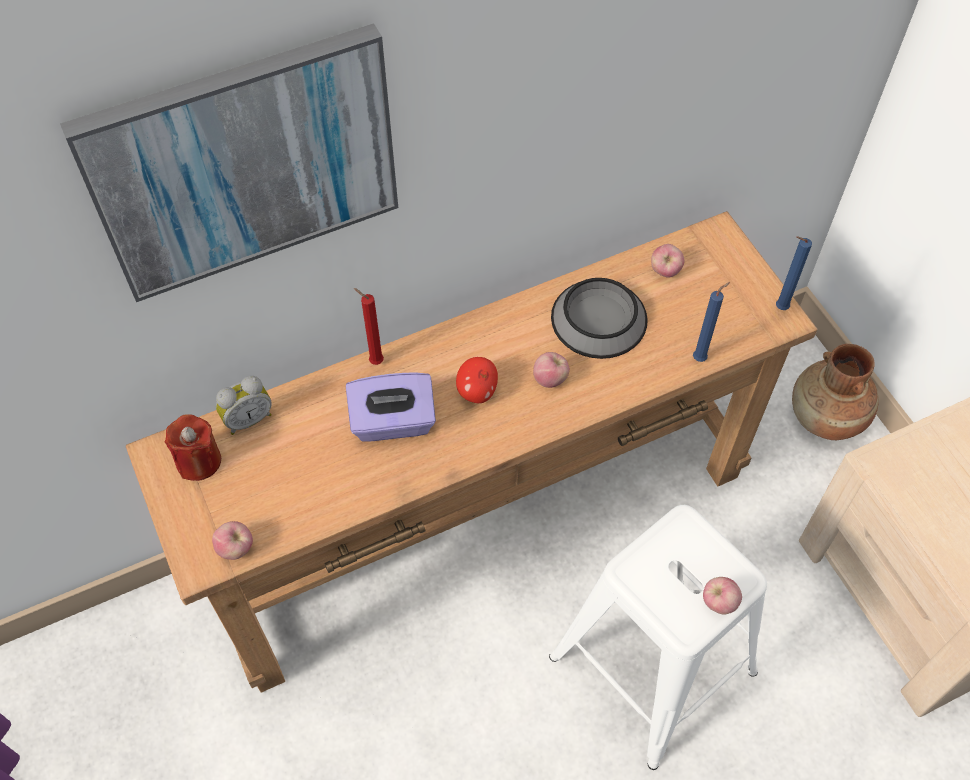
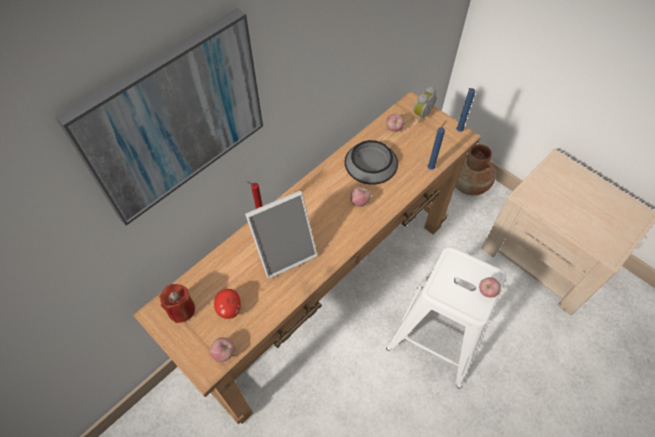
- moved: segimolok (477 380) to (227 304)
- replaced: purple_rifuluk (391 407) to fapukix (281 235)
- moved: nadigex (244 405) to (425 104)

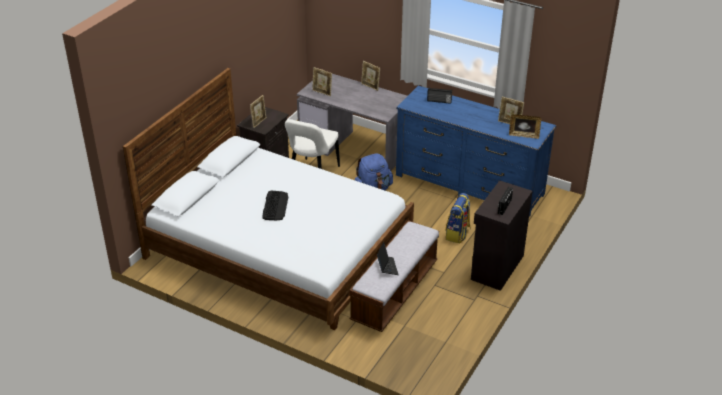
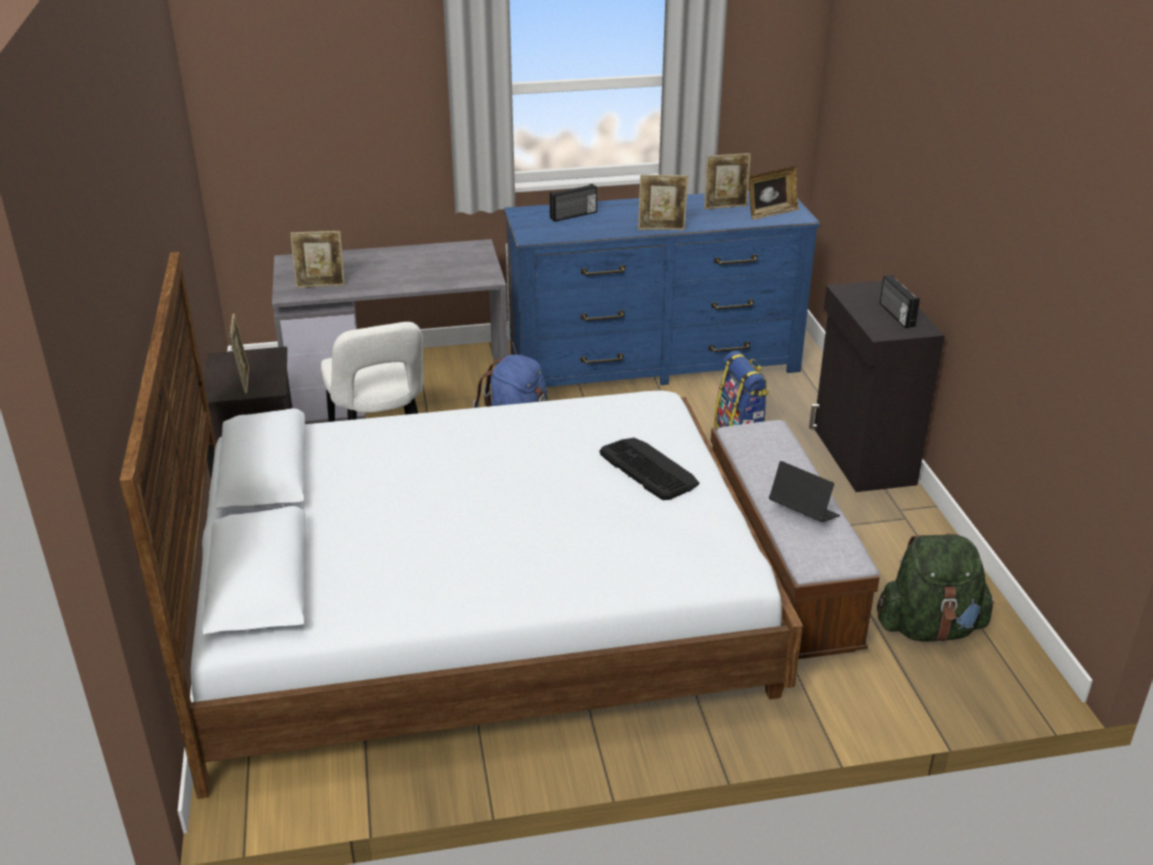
- moved: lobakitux (275 206) to (649 469)
- moved: fapukix (370 76) to (663 202)
- added: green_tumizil (935 588)

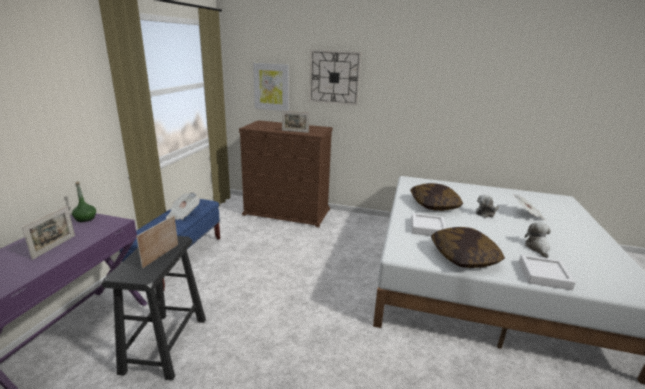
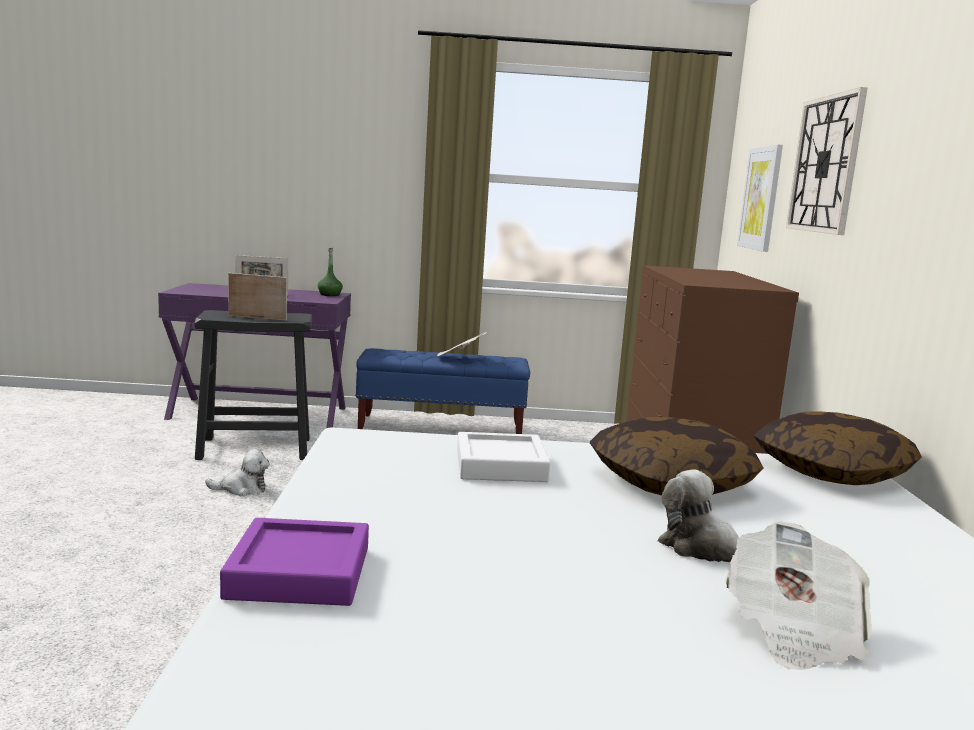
- moved: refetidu (538 240) to (237 472)
- recoloured: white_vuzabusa (547 272) to purple_vuzabusa (294 562)
- moved: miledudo (468 247) to (838 448)
- removed: fapukix (295 122)

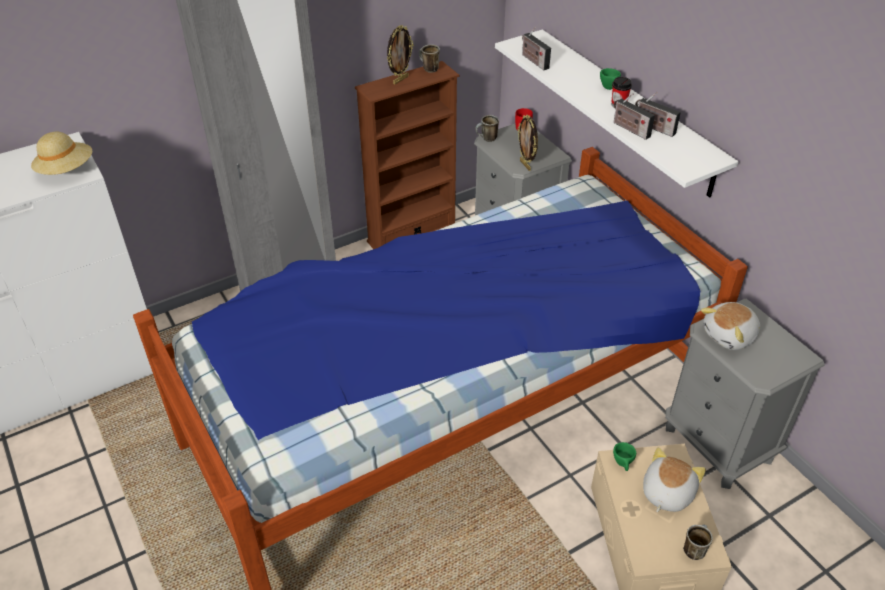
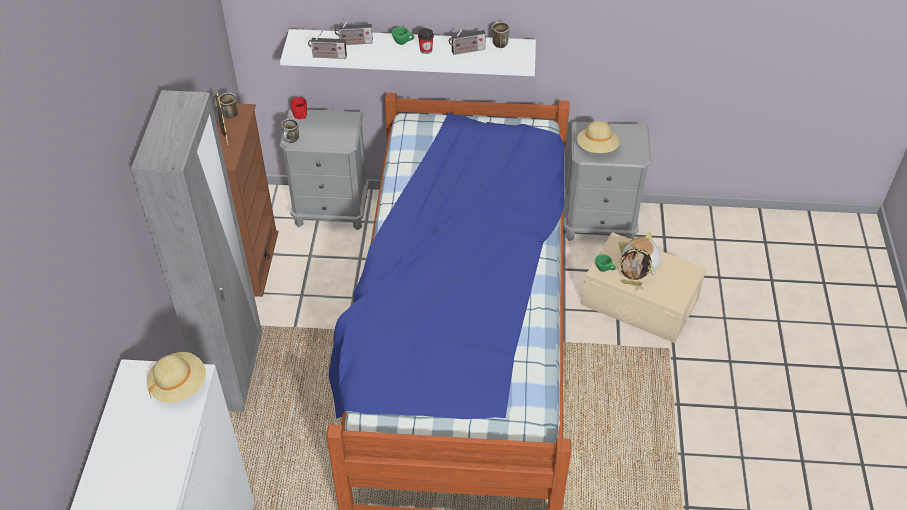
- moved: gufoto (634 116) to (354 31)
- moved: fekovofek (698 542) to (501 35)
- replaced: refetidu (731 326) to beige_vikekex (598 137)
- moved: fapukix (528 143) to (636 267)

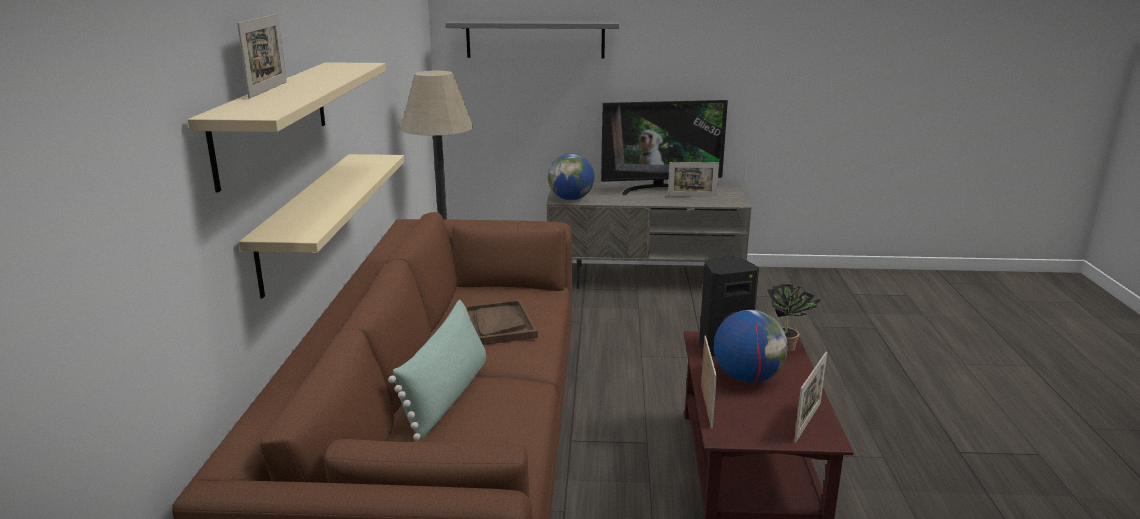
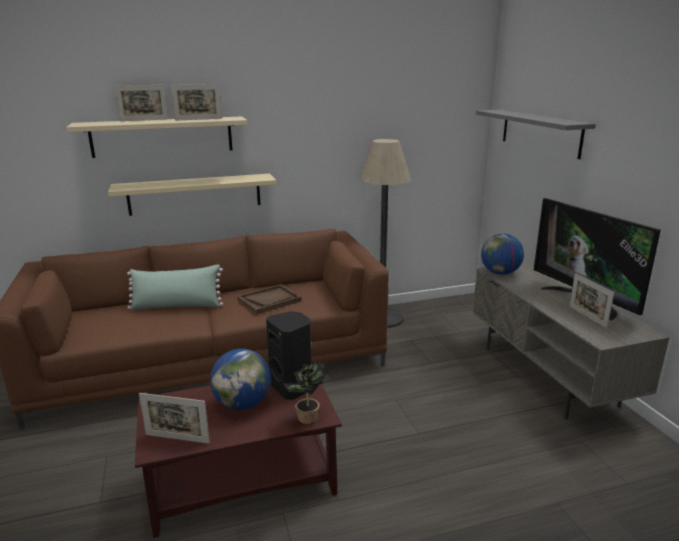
- moved: fapukix (709 382) to (196 102)

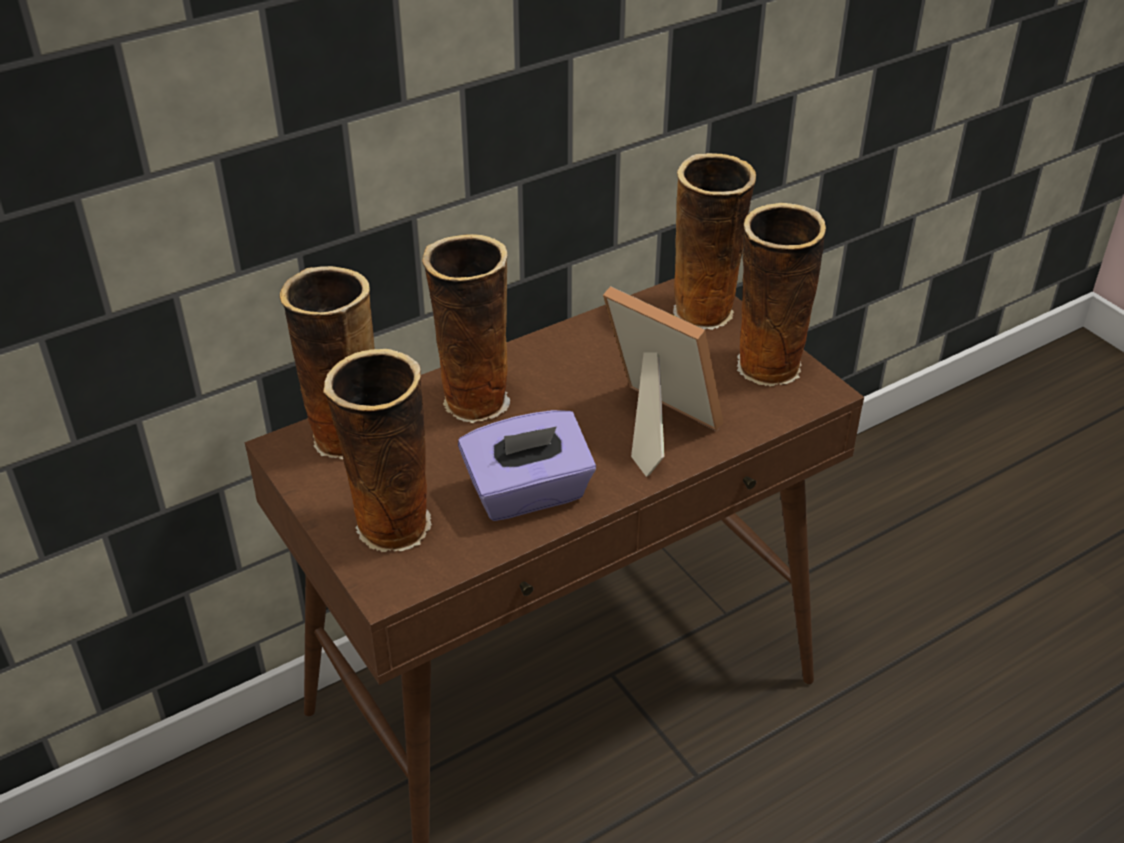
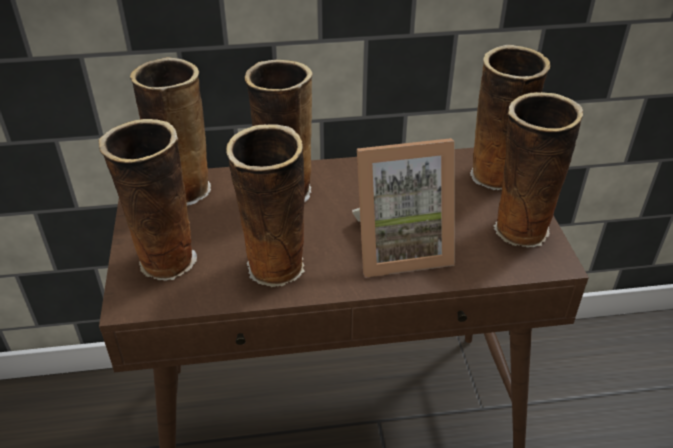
- replaced: purple_rifuluk (527 465) to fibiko (265 205)
- turned: fapukix (663 381) = (403 208) 105 degrees clockwise

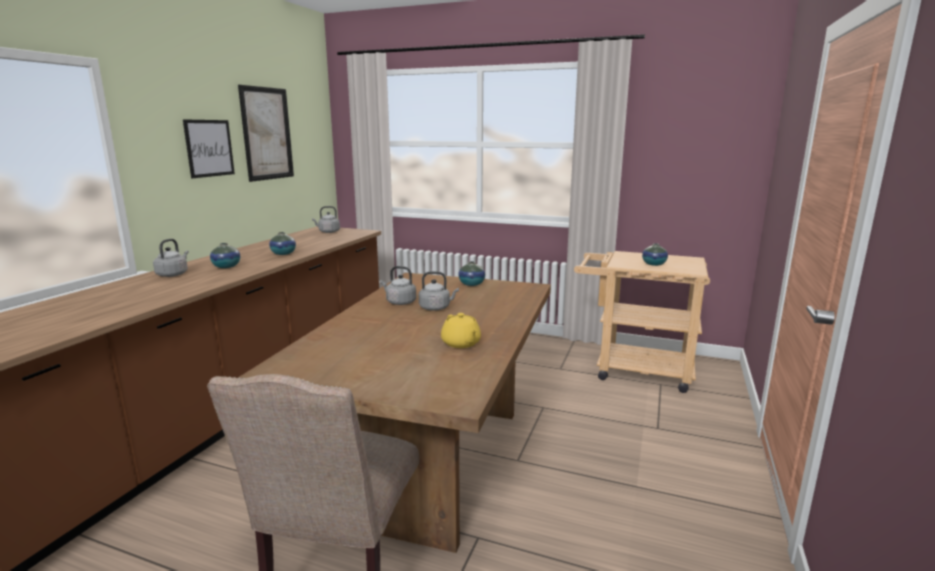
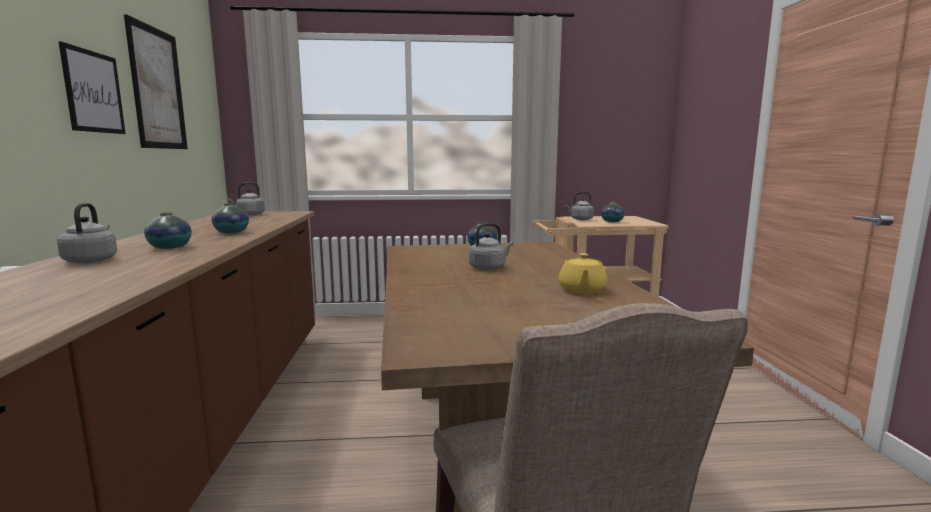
- turned: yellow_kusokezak (461 330) = (582 273) 60 degrees clockwise
- moved: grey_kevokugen (398 285) to (579 206)

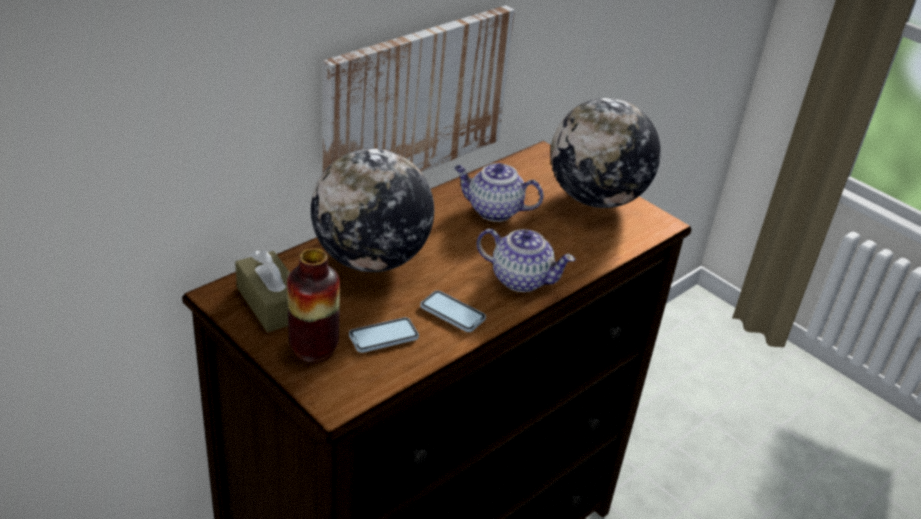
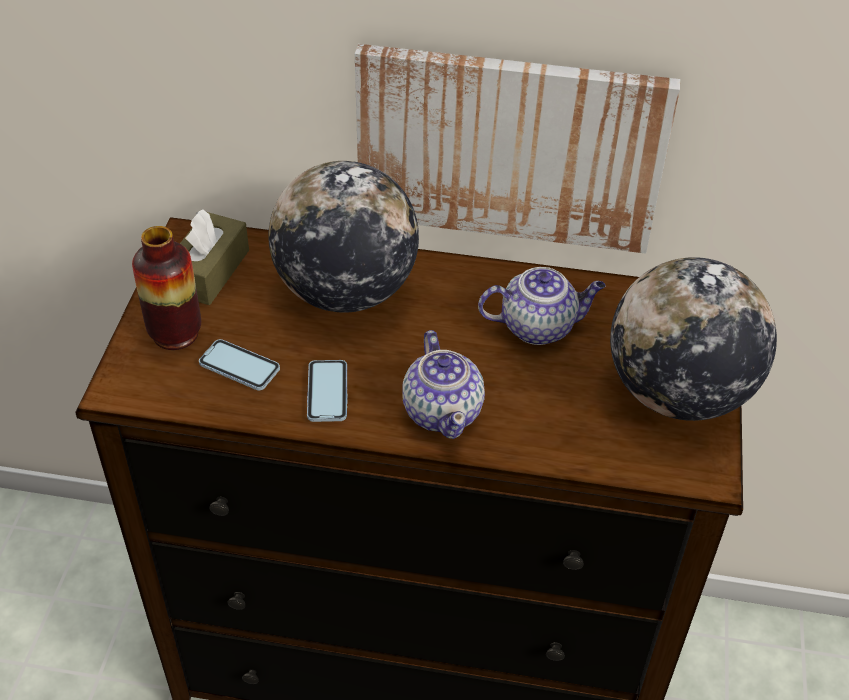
- turned: kusokezak (499 192) = (542 306) 105 degrees clockwise

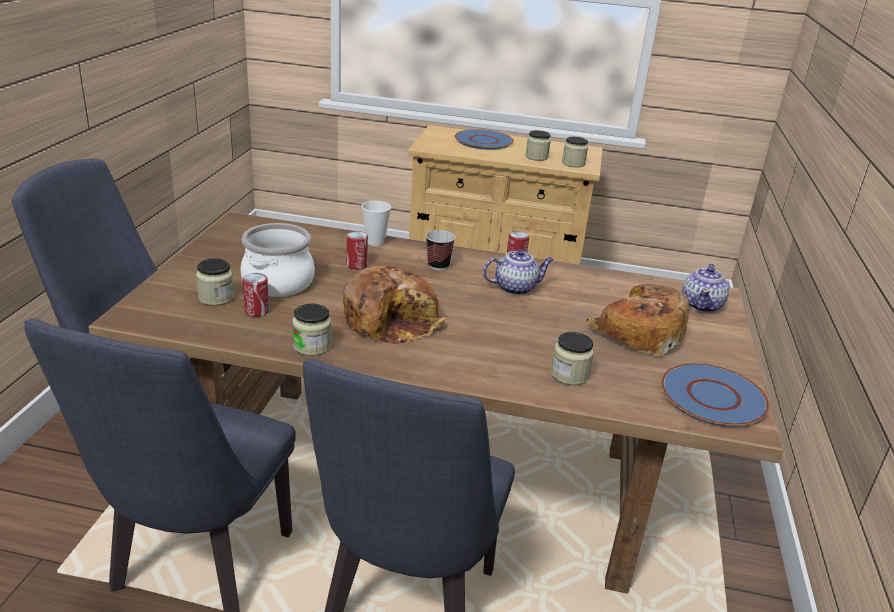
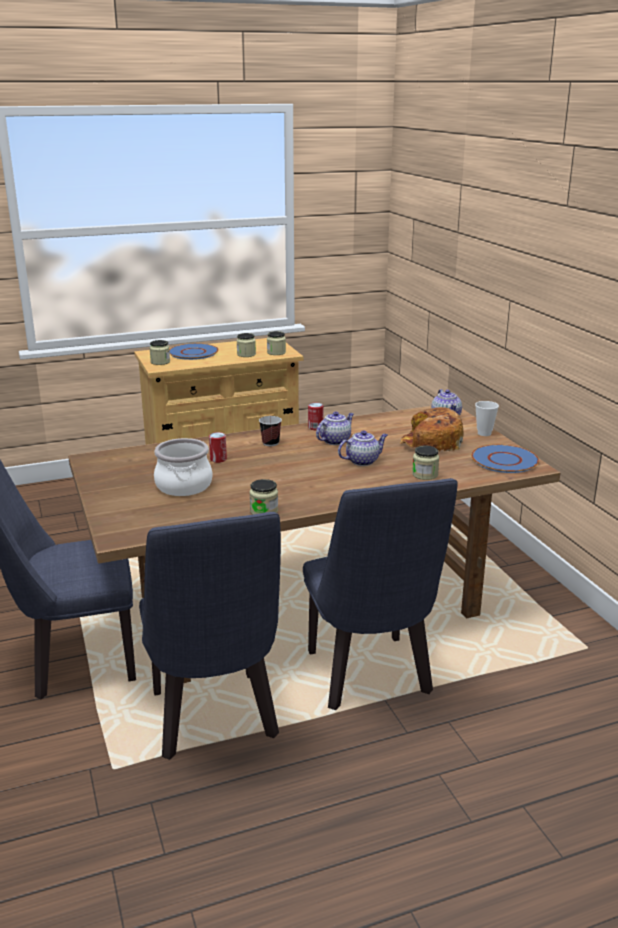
- moved: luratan (215 282) to (160 352)
- added: kusokezak (362 448)
- moved: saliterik (376 223) to (487 418)
- removed: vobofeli (256 295)
- removed: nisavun (394 305)

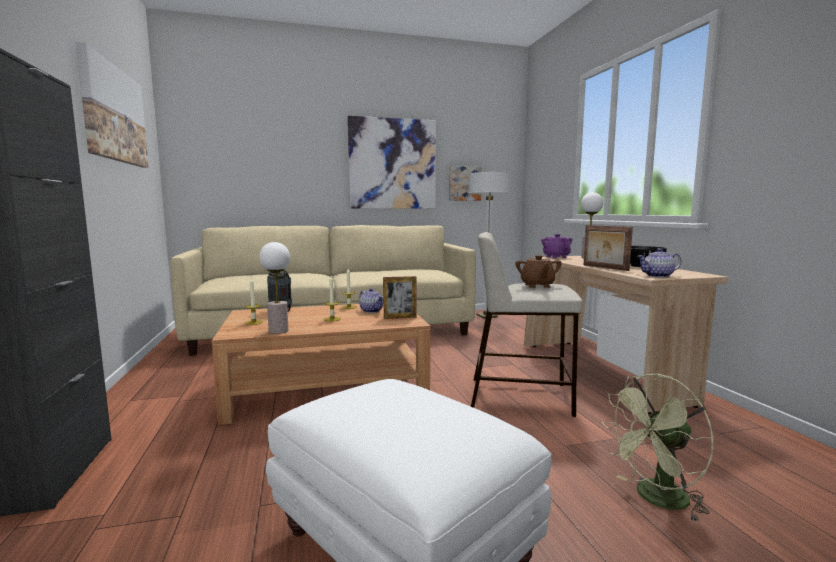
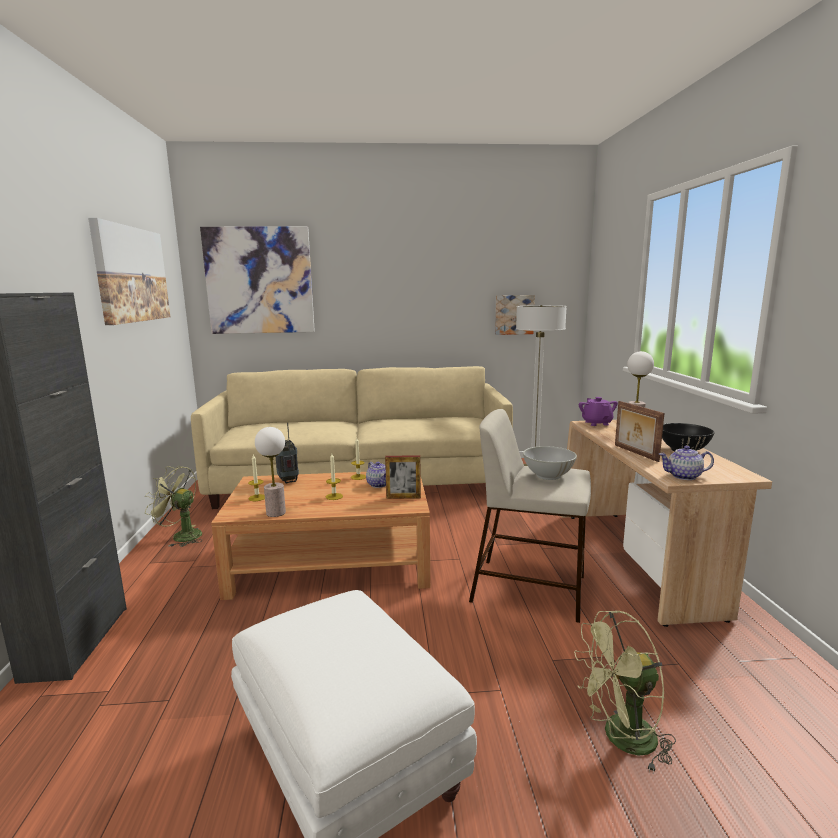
- added: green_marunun (173 506)
- moved: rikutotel (392 162) to (257 280)
- replaced: brown_kusokezak (538 271) to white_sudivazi (550 463)

